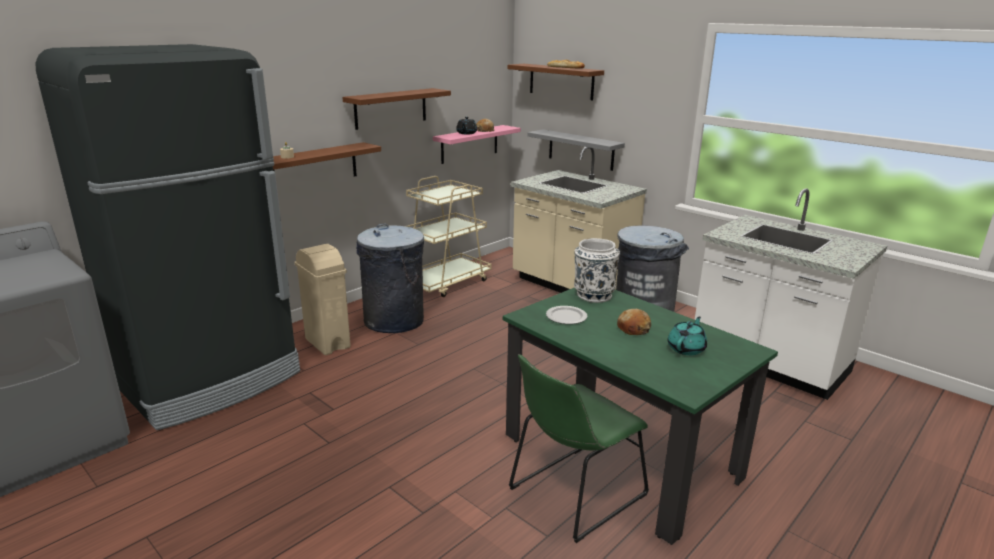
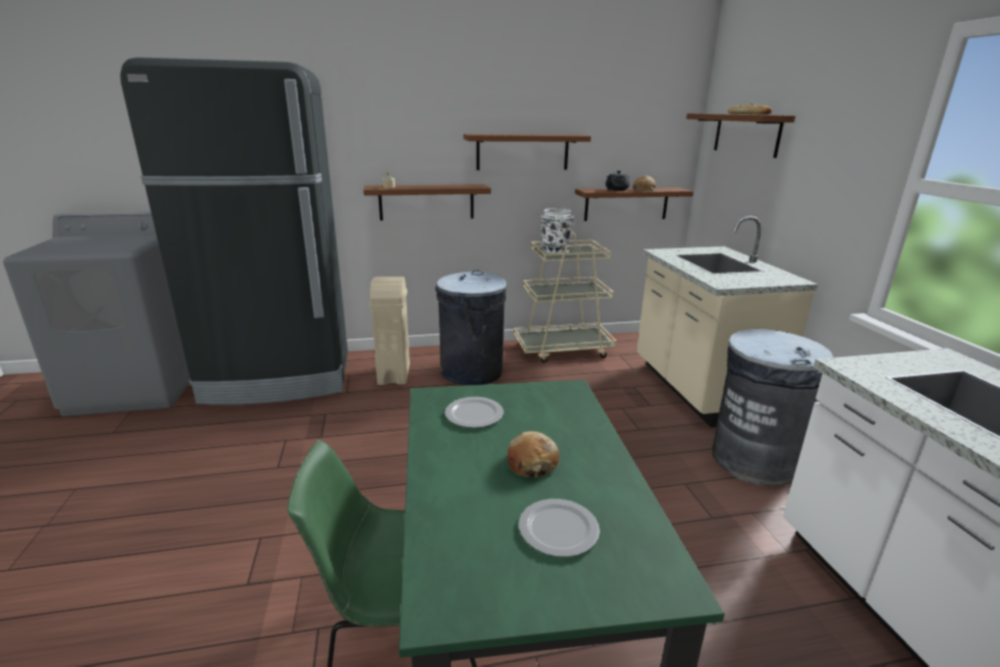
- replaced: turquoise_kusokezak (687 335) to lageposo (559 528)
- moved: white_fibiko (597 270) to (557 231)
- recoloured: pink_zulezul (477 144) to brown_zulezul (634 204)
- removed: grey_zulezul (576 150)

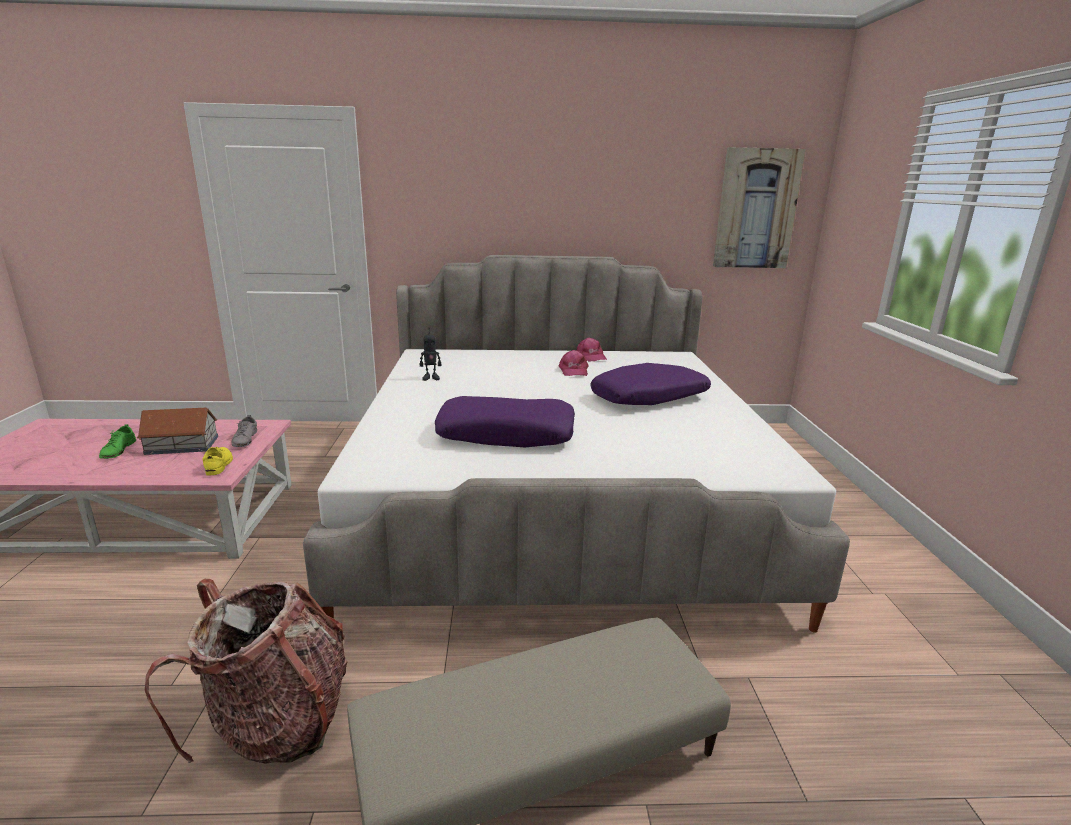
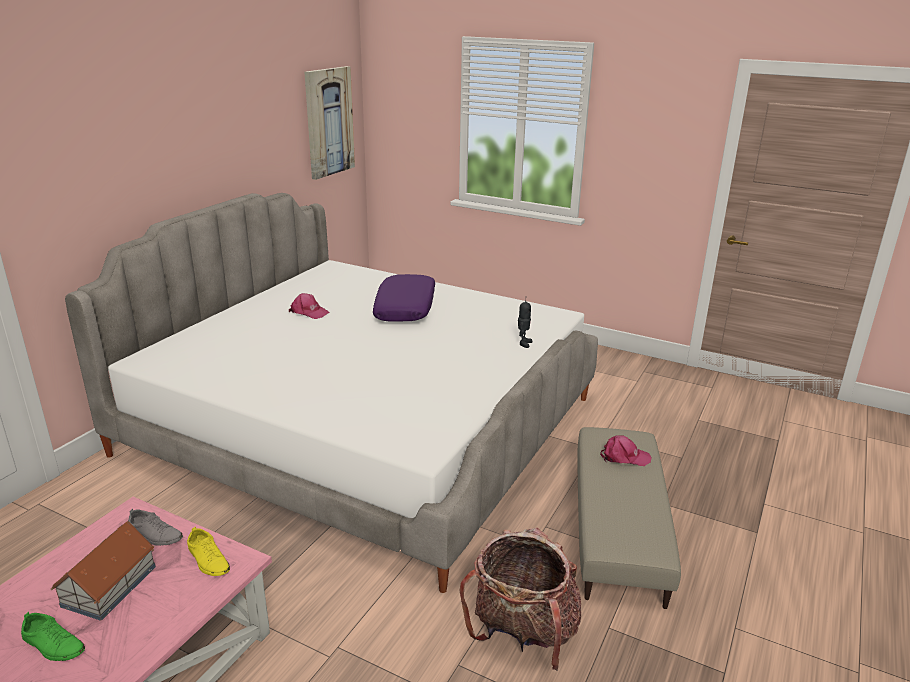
- turned: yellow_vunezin (217 461) = (208 551) 150 degrees counterclockwise
- moved: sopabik (430 357) to (525 324)
- moved: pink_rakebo (591 350) to (626 450)
- removed: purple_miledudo (505 421)

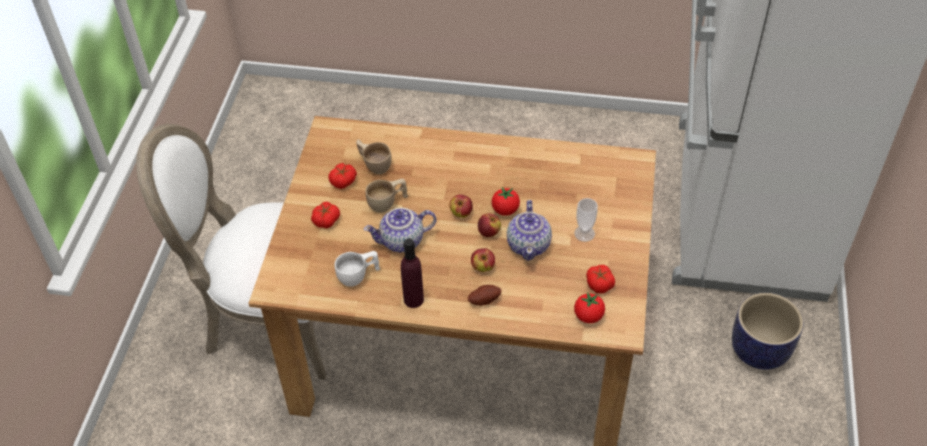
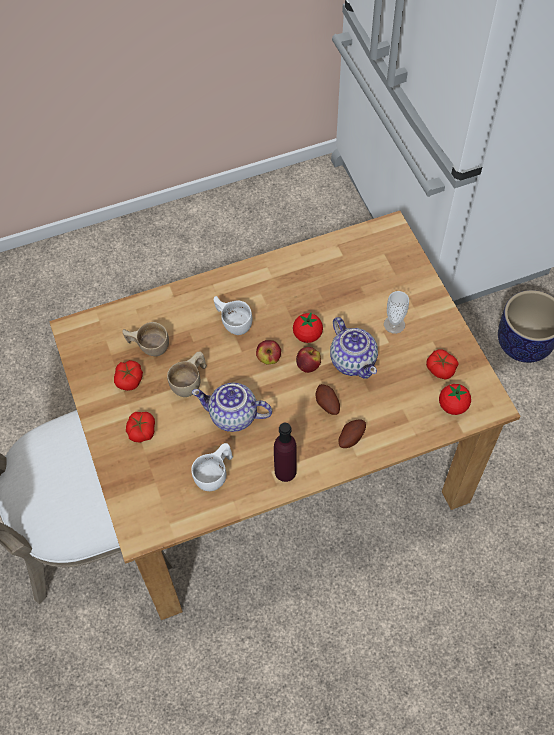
- turned: kusokezak (400 230) = (232 407) 60 degrees clockwise
- added: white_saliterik (233 315)
- replaced: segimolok (483 260) to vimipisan (328 399)

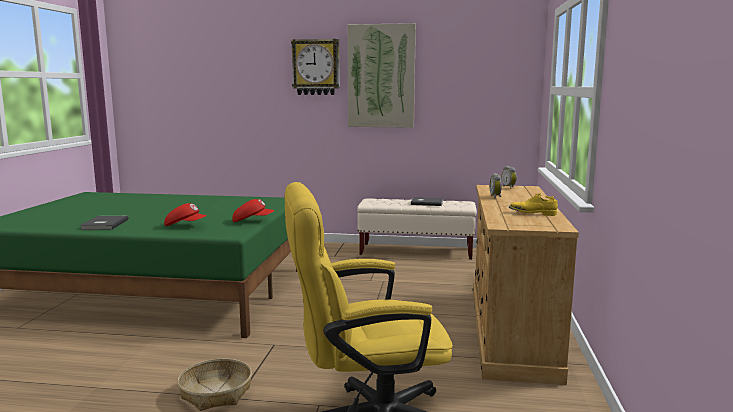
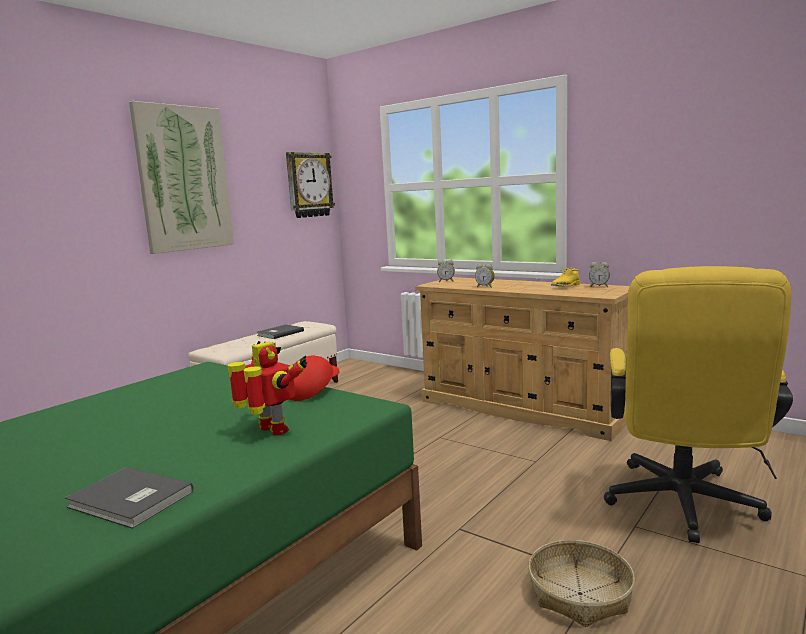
- replaced: red_rakebo (185 214) to sopabik (267 388)
- moved: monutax (315 67) to (310 185)
- added: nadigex (599 274)

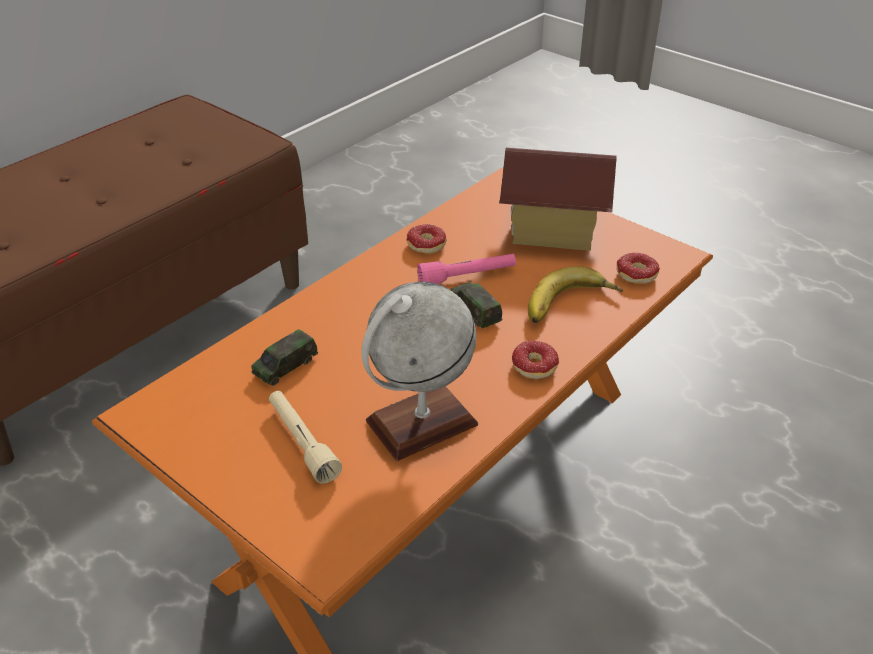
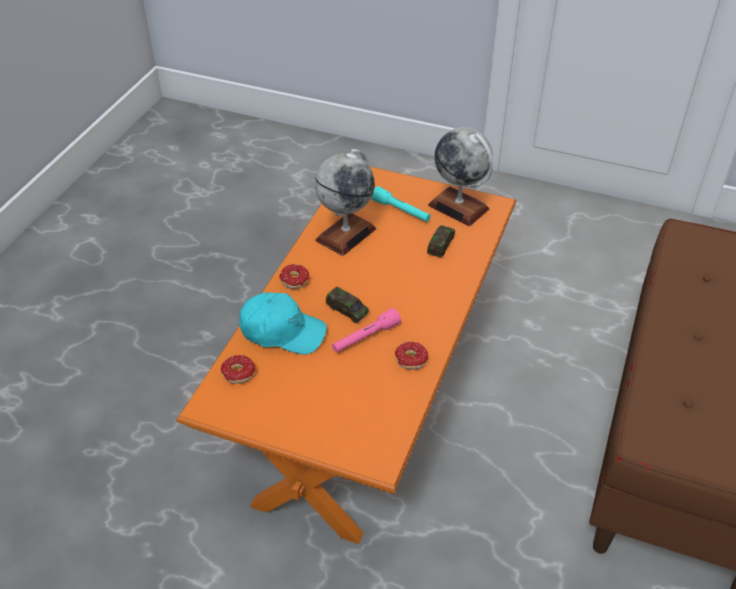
- replaced: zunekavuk (575 294) to turquoise_rakebo (283 323)
- recoloured: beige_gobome (305 437) to turquoise_gobome (401 204)
- added: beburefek (460 176)
- removed: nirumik (558 199)

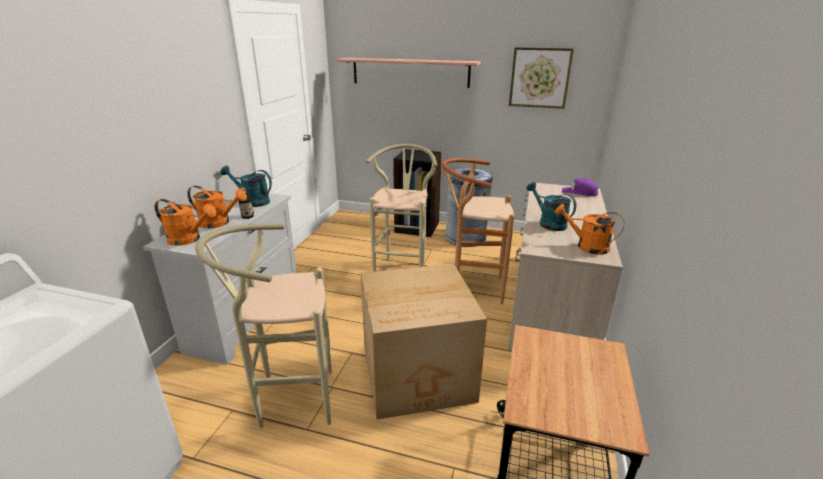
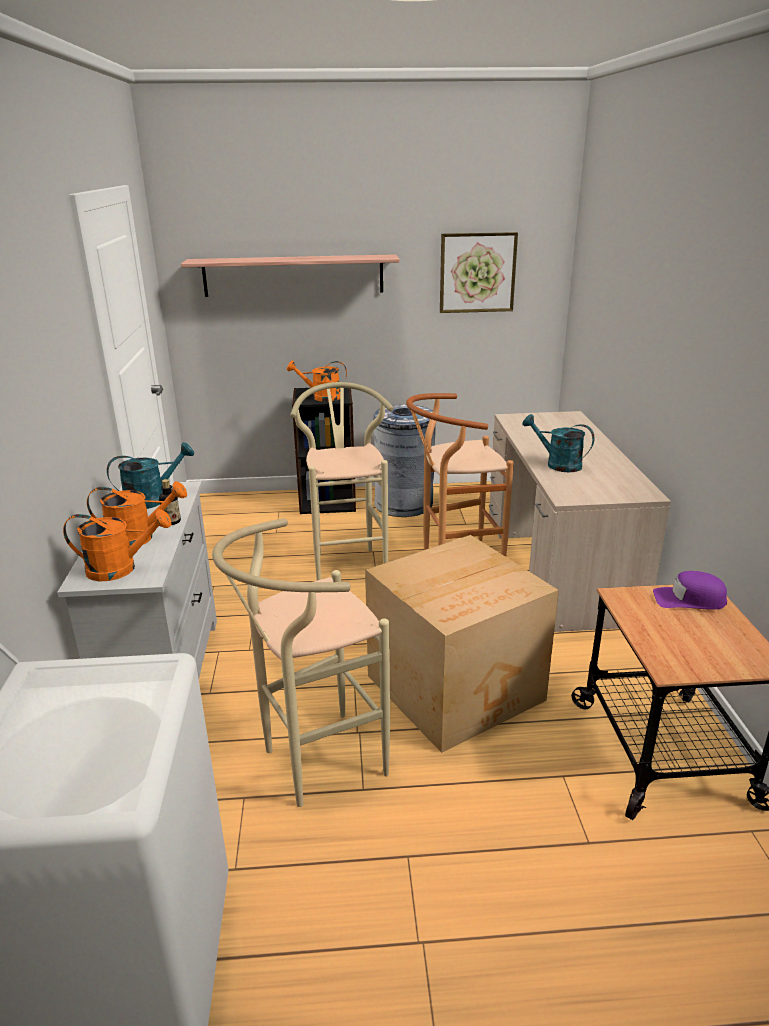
- turned: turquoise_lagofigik (246 186) = (150 475) 150 degrees clockwise
- moved: orange_lagofigik (589 229) to (317 381)
- moved: purple_rakebo (580 187) to (690 590)

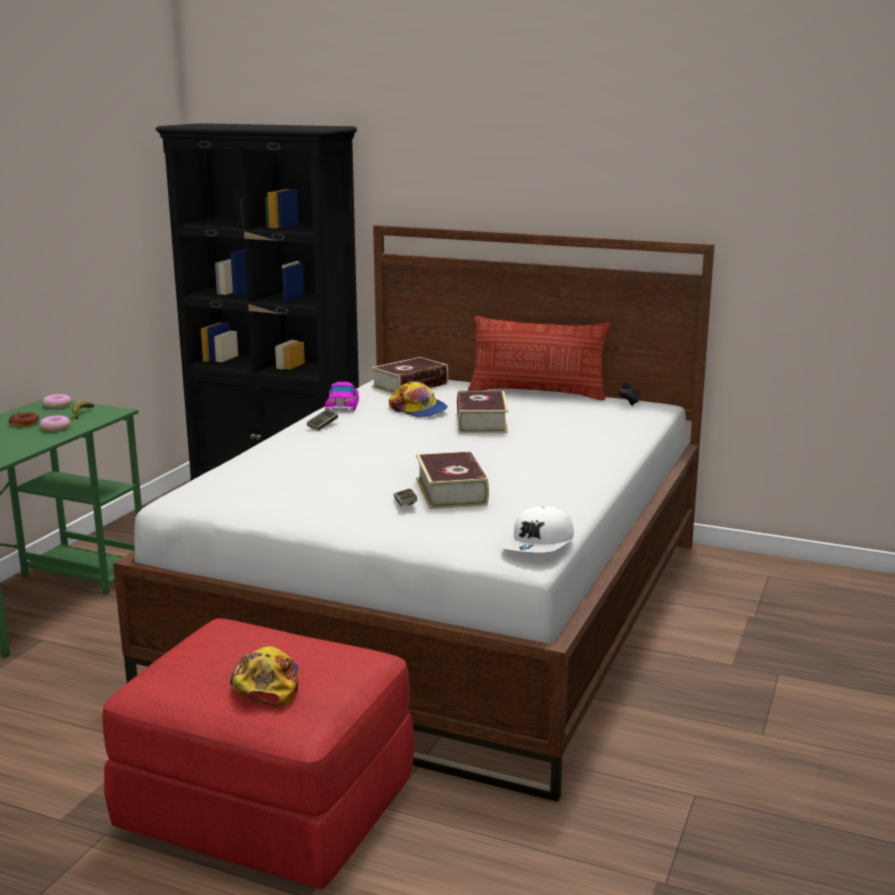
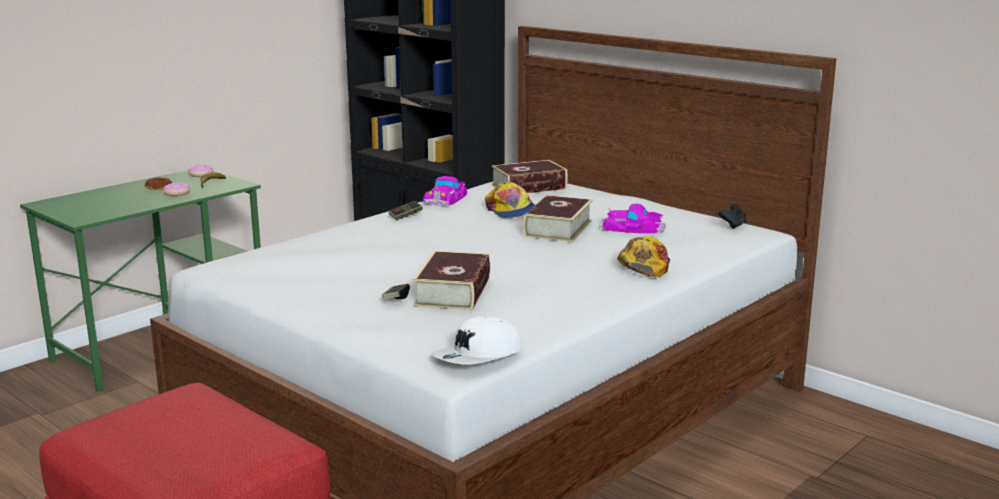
- added: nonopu (632 219)
- moved: rakebo (264 676) to (643 256)
- removed: miledudo (539 358)

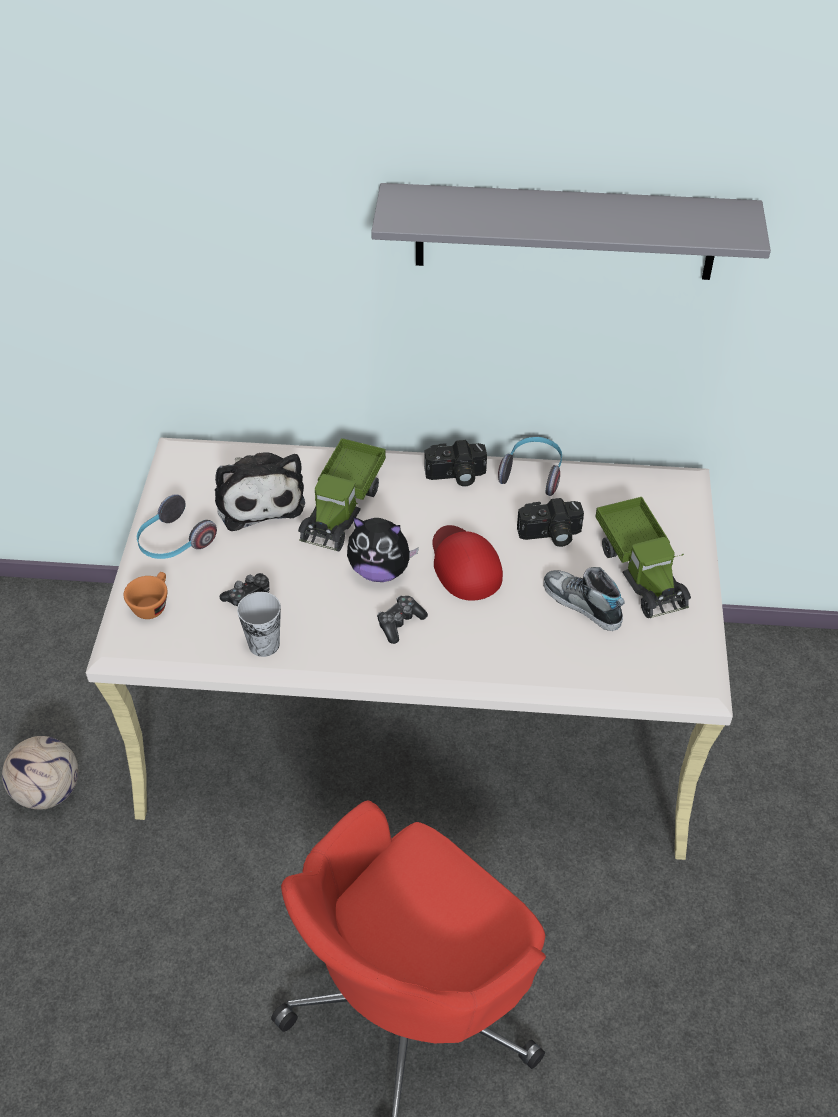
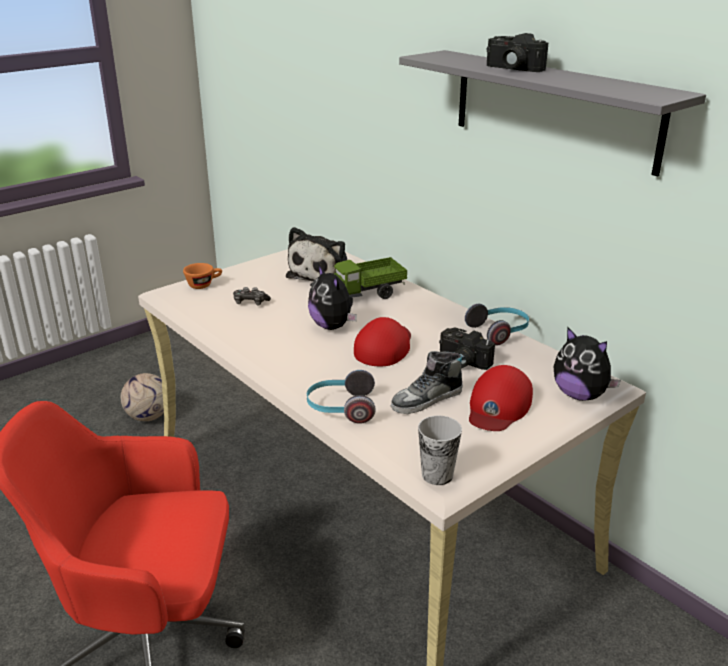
- moved: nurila (177 526) to (341 397)
- turned: vunezin (584 599) = (428 382) 120 degrees counterclockwise
- moved: saliterik (259 624) to (440 450)
- replaced: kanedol (643 557) to red_rakebo (501 398)
- moved: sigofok (455 463) to (517 52)
- added: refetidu (587 364)
- removed: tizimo (402 620)

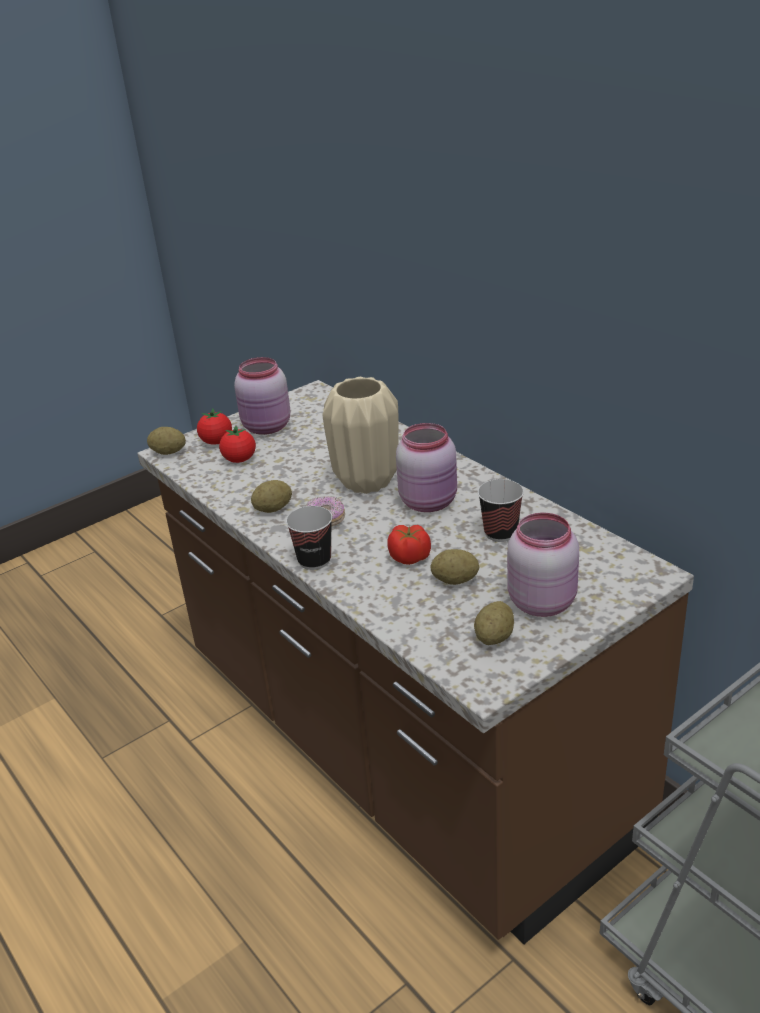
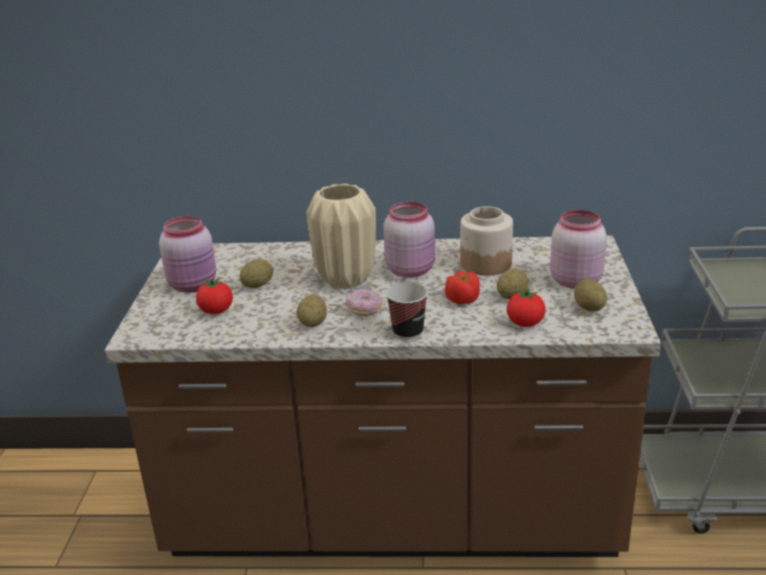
- moved: vimipisan (166 441) to (256 273)
- replaced: saliterik (501 510) to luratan (486 241)
- moved: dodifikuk (214 427) to (526 307)

